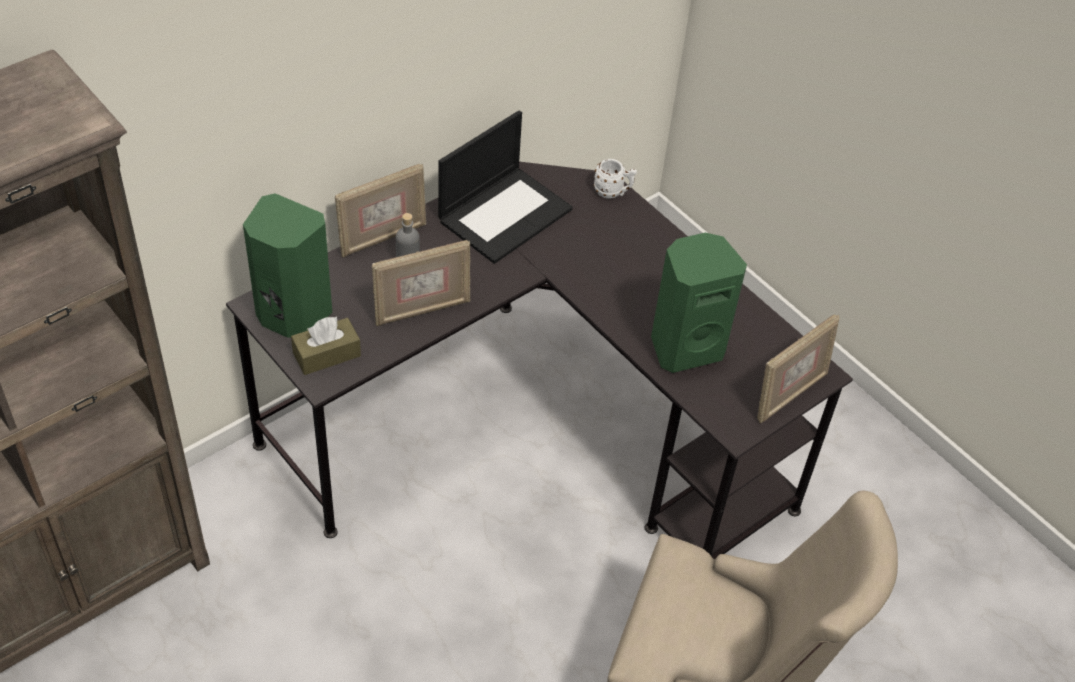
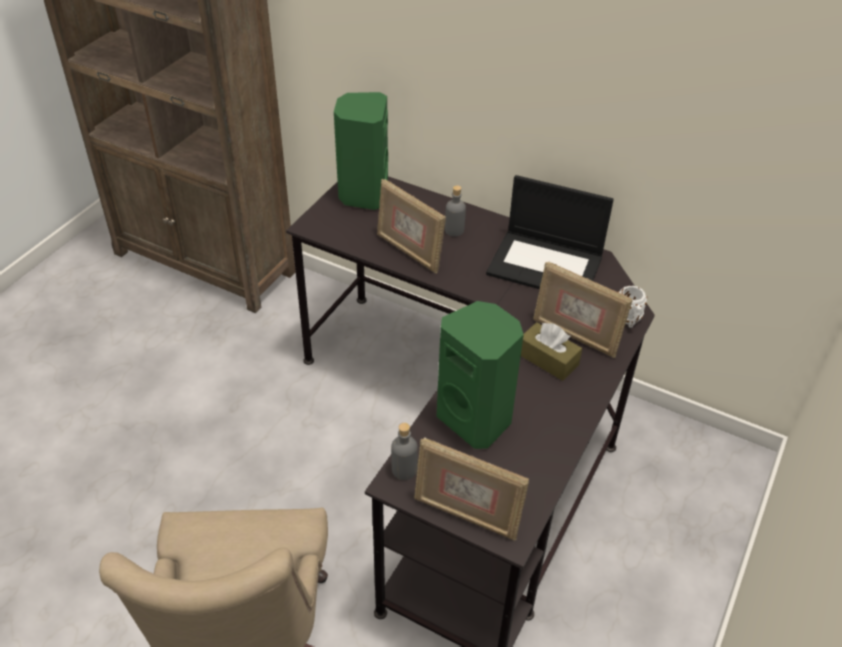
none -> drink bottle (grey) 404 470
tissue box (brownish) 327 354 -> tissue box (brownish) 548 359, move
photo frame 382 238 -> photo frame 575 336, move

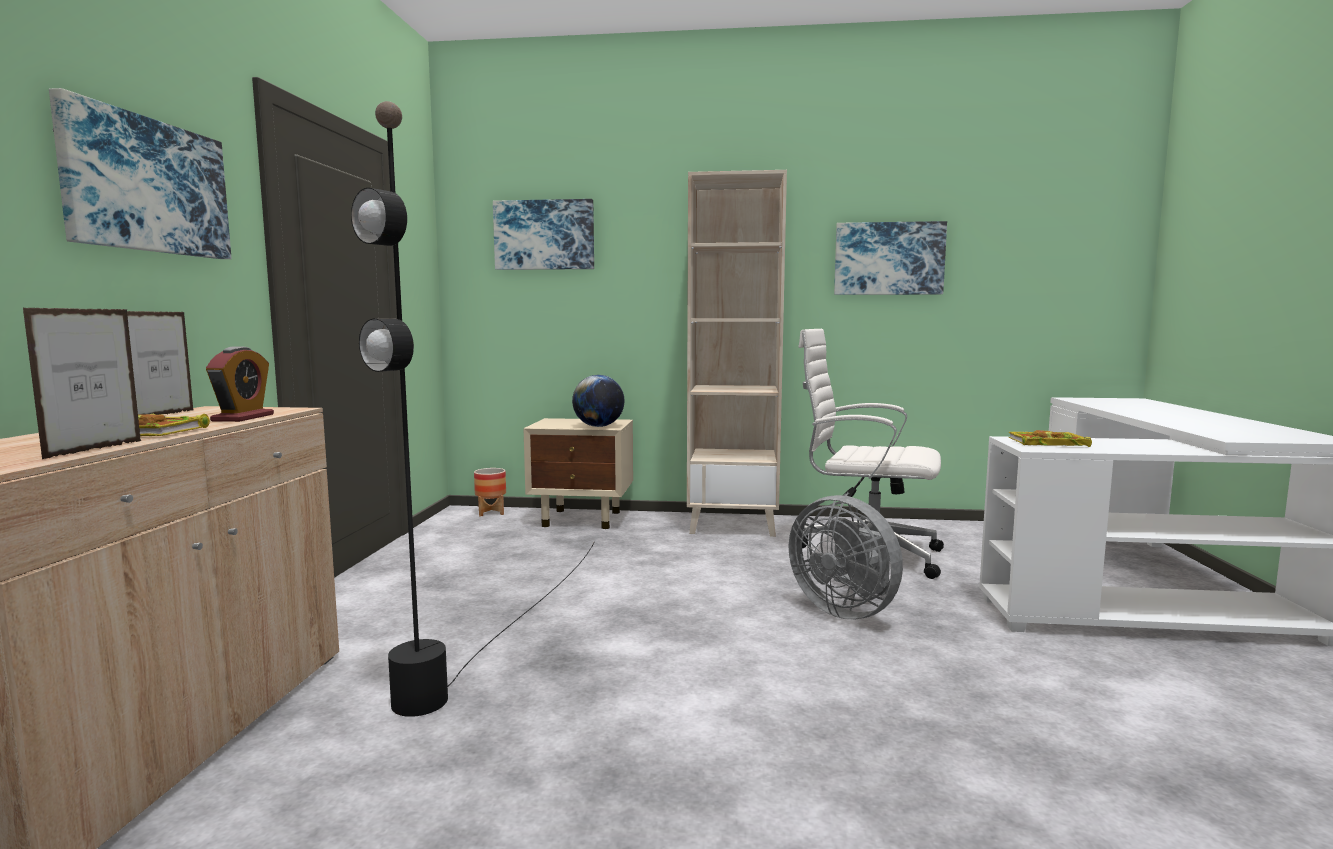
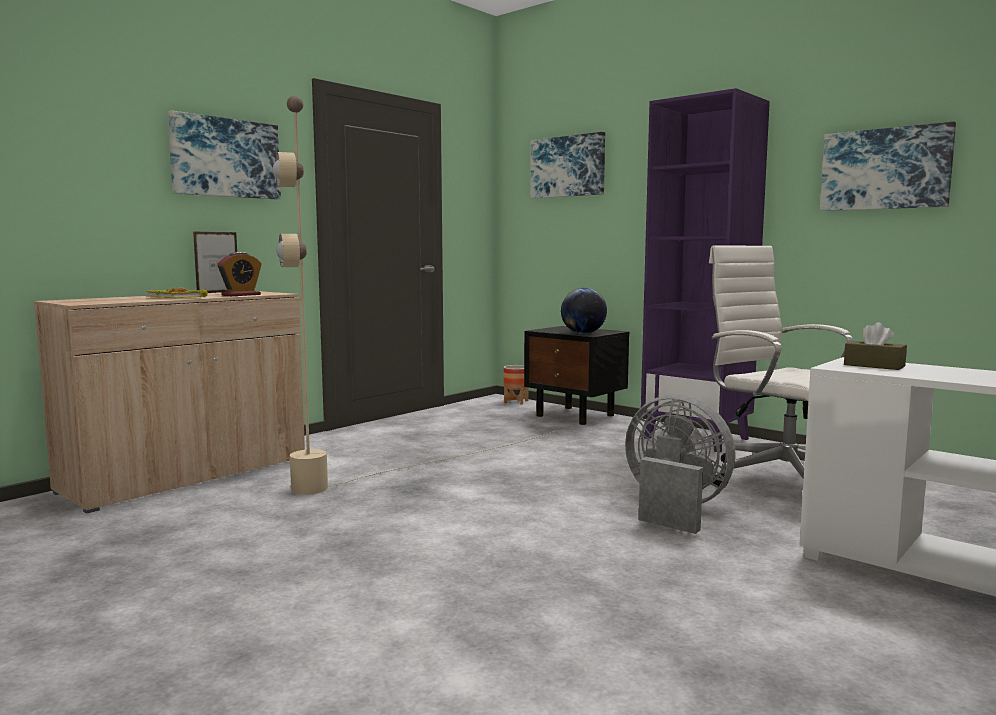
photo frame 95 449 -> none
book 1046 443 -> tissue box (brownish) 874 366
standard lamp (blackish) 493 639 -> standard lamp (sand-coloured) 394 470
bedside table (sand-coloured) 583 519 -> bedside table (blackish) 576 415
shelving unit (sand-coloured) 733 525 -> shelving unit (purple-coloured) 697 438
cooling fan (grey) 846 610 -> cooling fan (grey) 674 509, 135 degrees clockwise

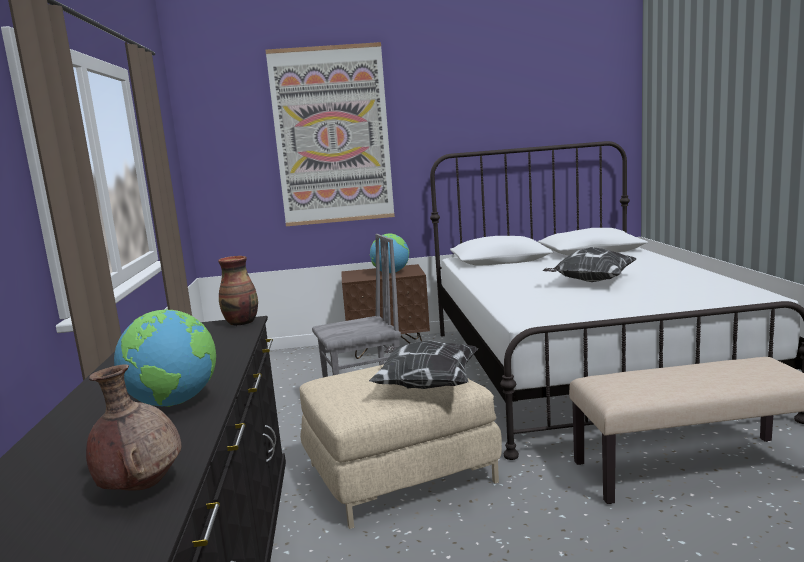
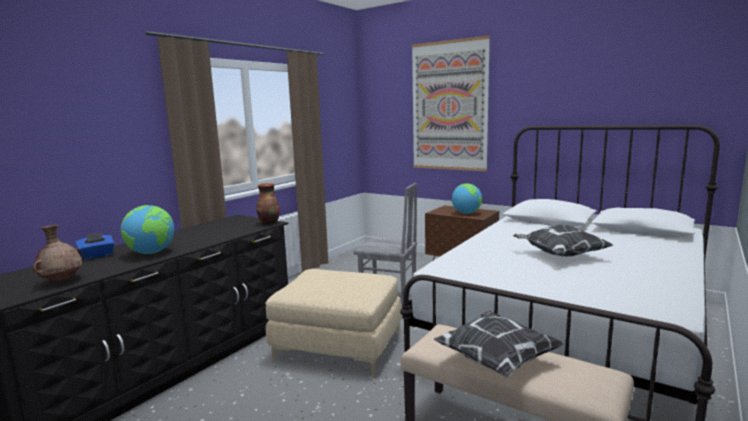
none -> tissue box (blue) 97 256
pillow 425 385 -> pillow 496 360, move

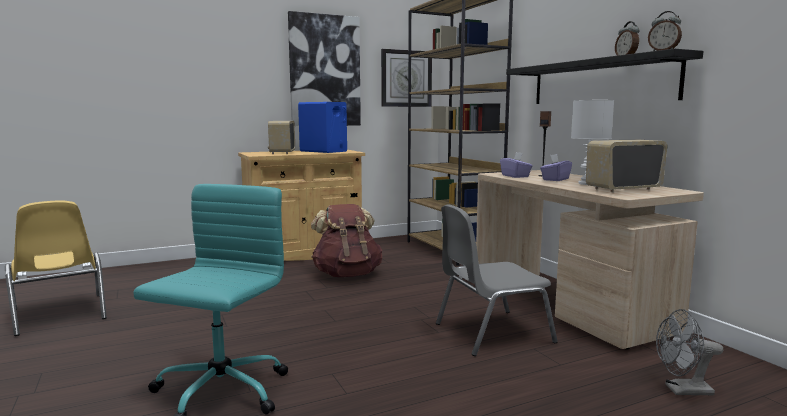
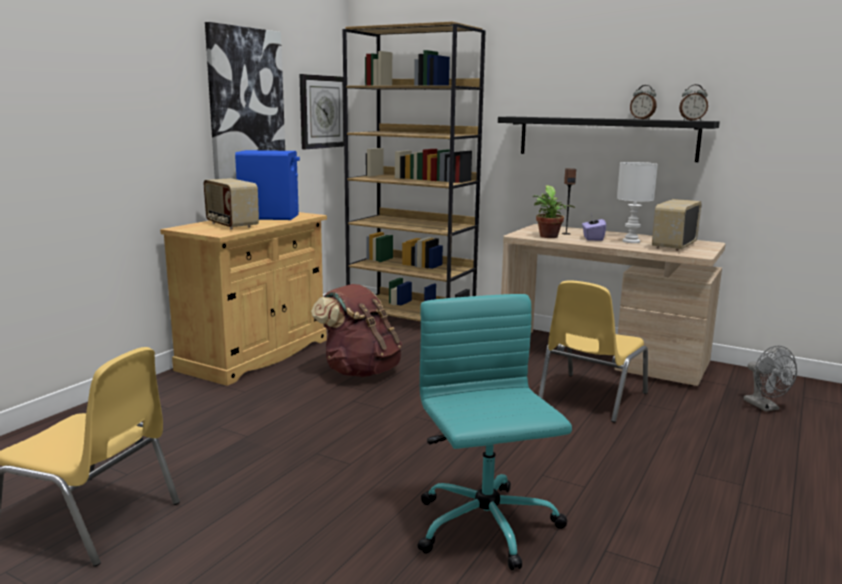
tissue box (purple-coloured) 515 176 -> houseplant 549 237
chair (grey) 491 332 -> chair (yellow) 590 398
cooling fan (grey) 682 390 -> cooling fan (grey) 765 407, 75 degrees counterclockwise

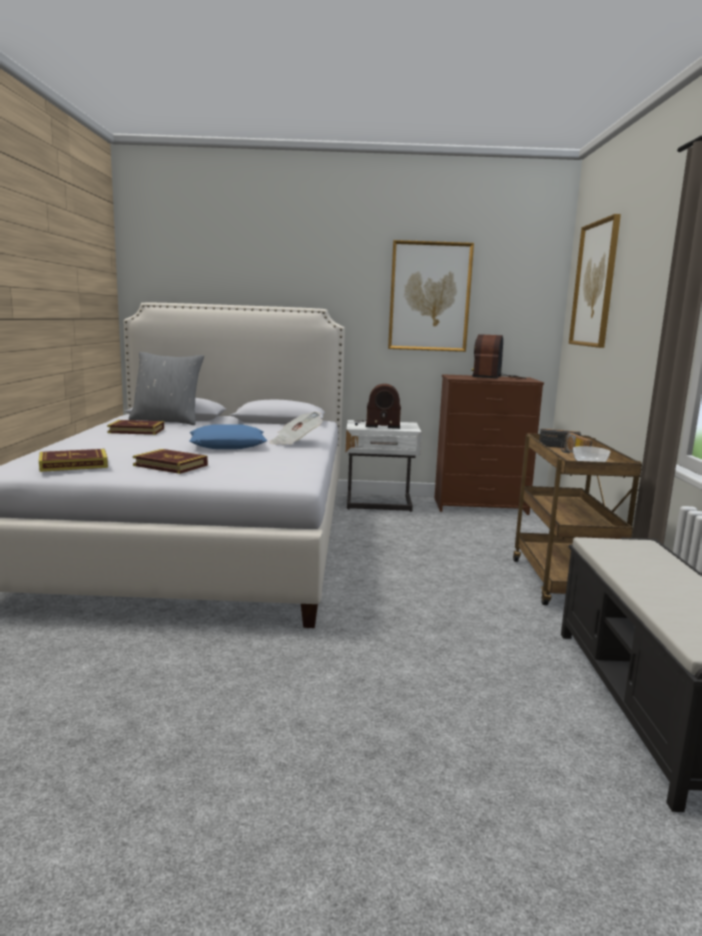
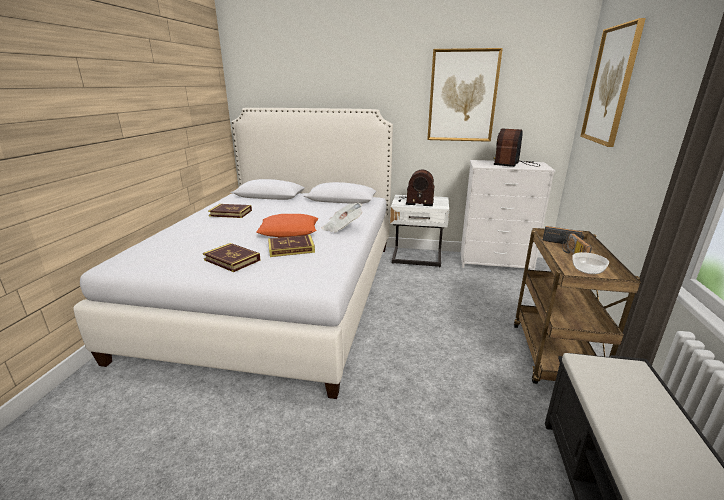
pillow (grey) 167 421 -> none
book 73 464 -> book 291 248, move
pillow (blue) 228 445 -> pillow (orange) 289 231
chest of drawers (brownish) 481 506 -> chest of drawers (whitish) 495 262

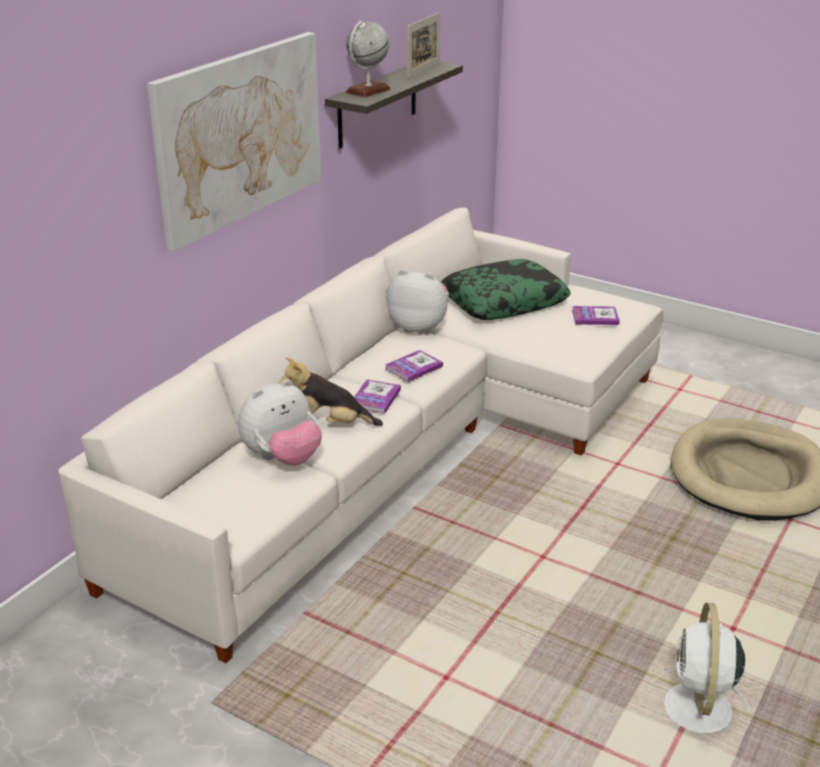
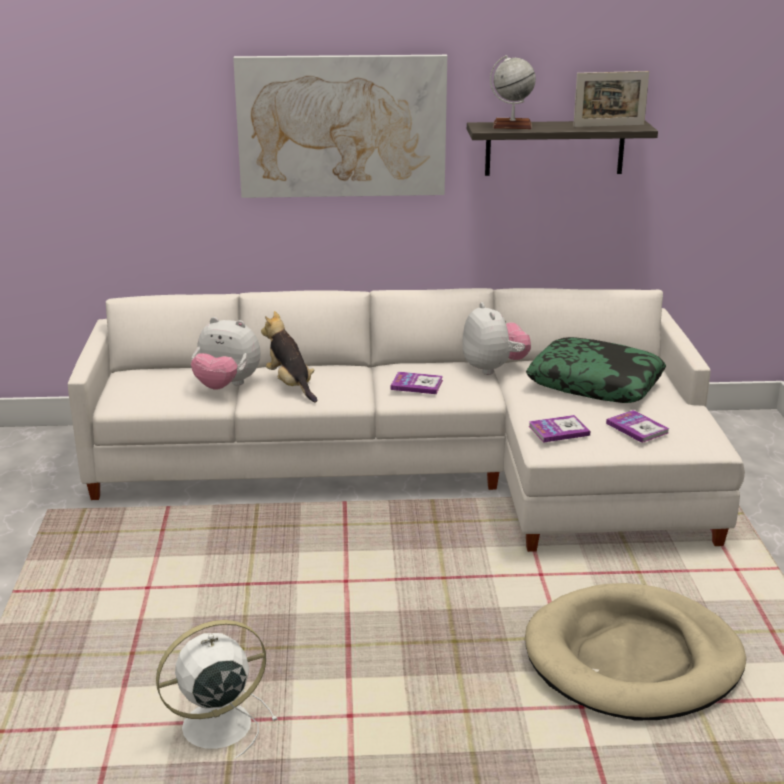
book 375 398 -> book 558 430, move

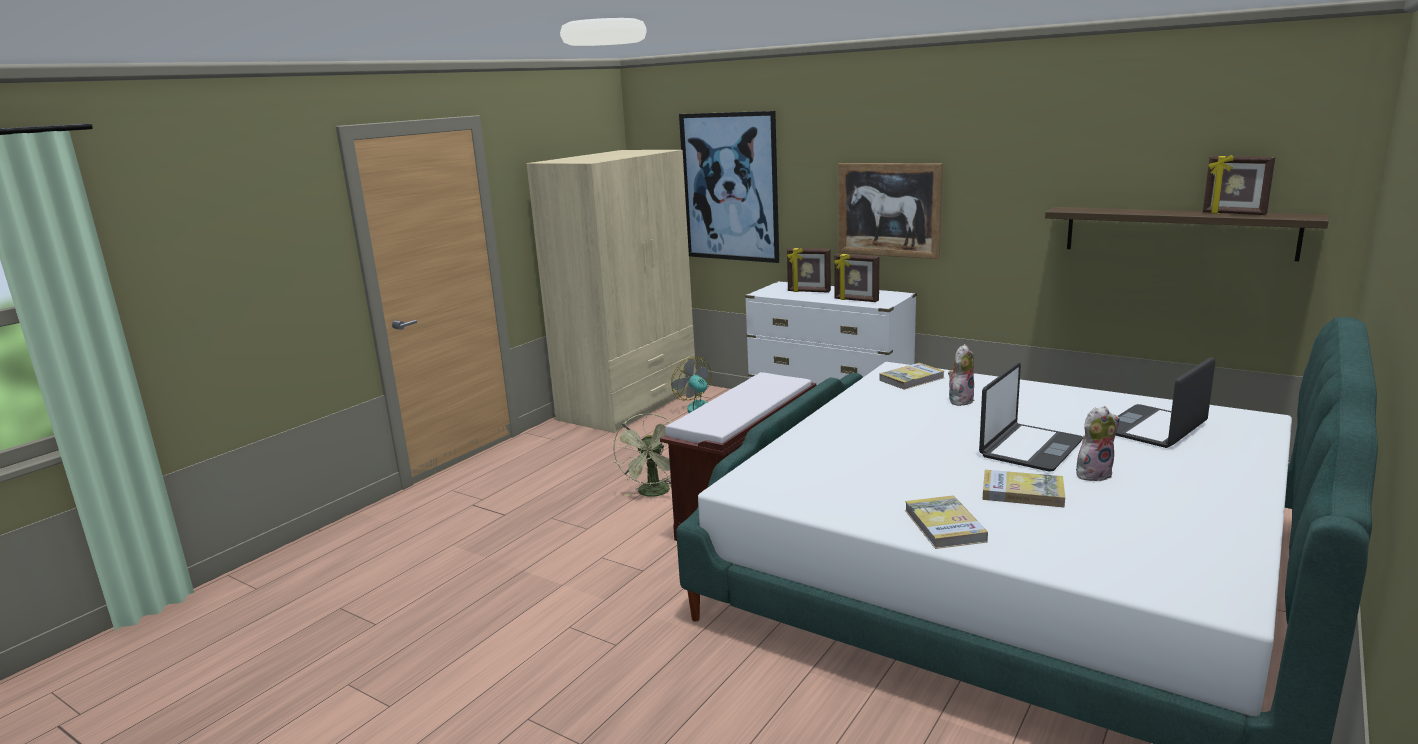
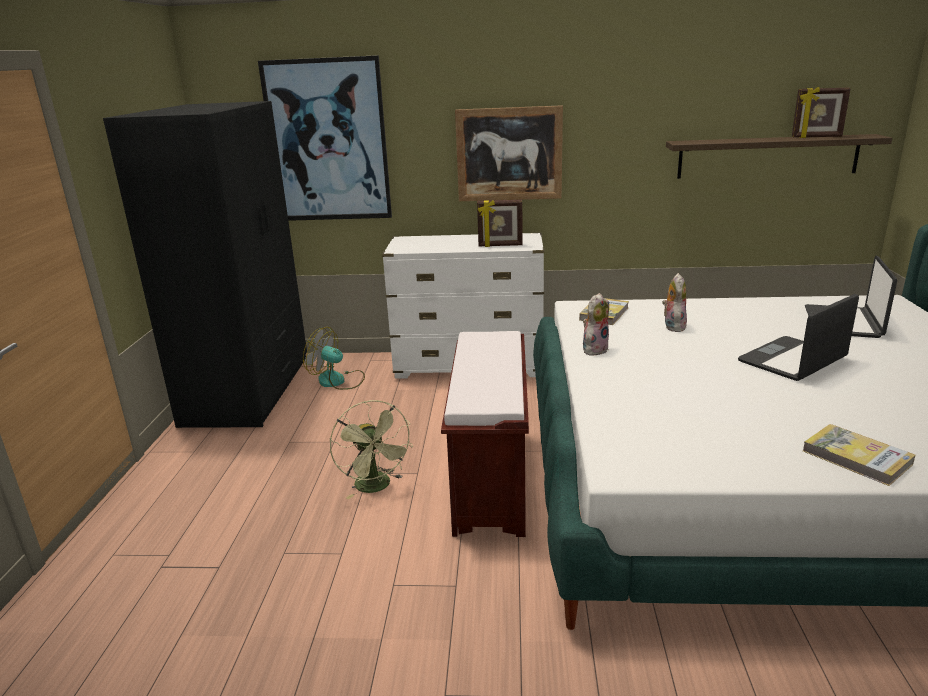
photo frame 809 291 -> none
book 1022 492 -> none
cuddly toy 1093 474 -> cuddly toy 594 349, move
clothes cupboard (sand-coloured) 630 404 -> clothes cupboard (blackish) 249 390
laptop 1029 448 -> laptop 793 360, 135 degrees counterclockwise

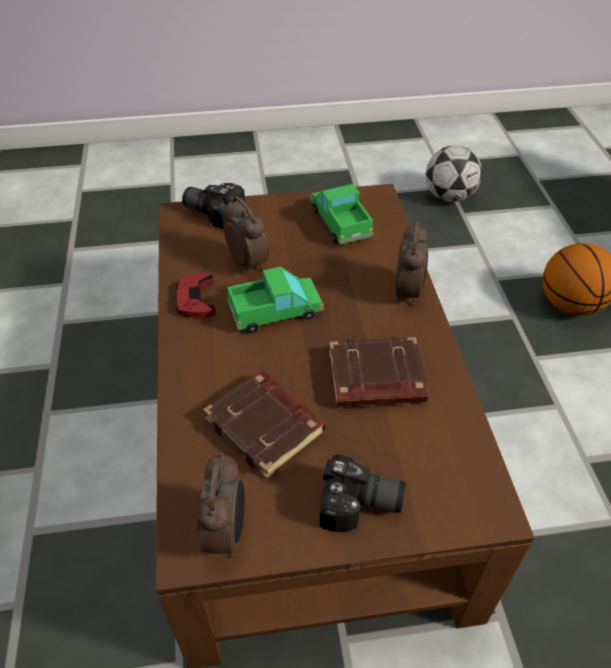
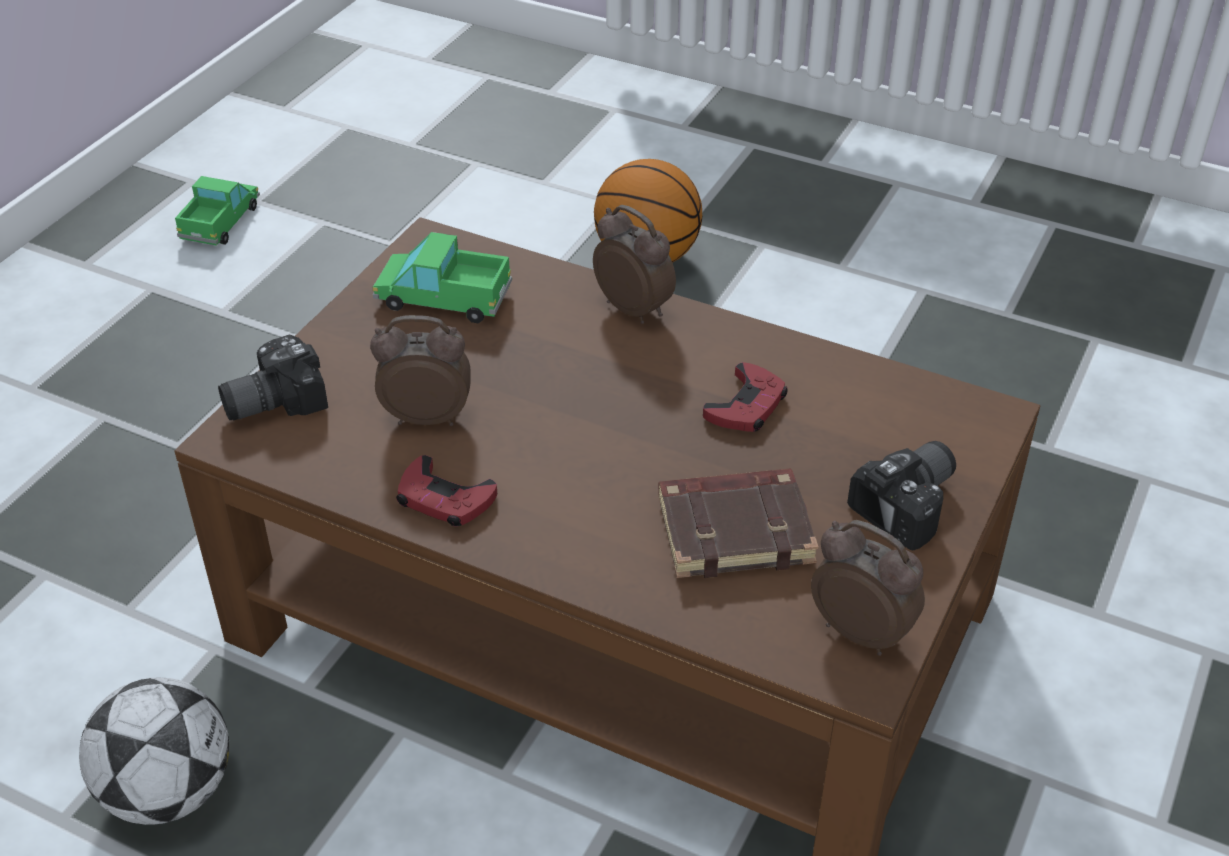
toy truck 275 311 -> toy truck 220 222, move
football 449 196 -> football 168 792, move
book (brownish) 375 379 -> joypad (red-coloured) 746 405

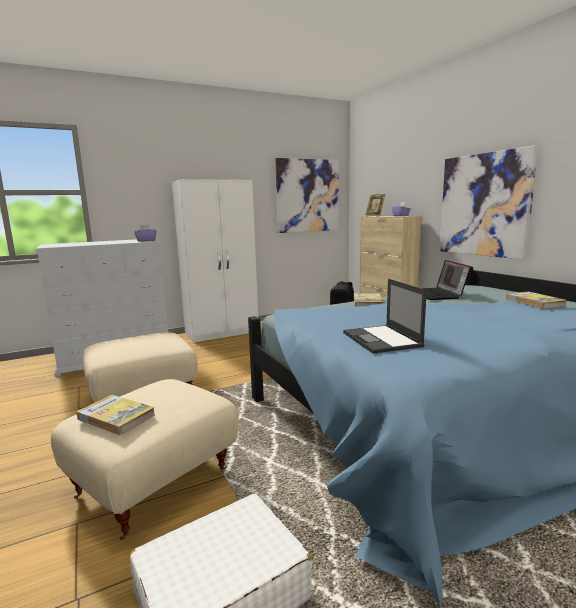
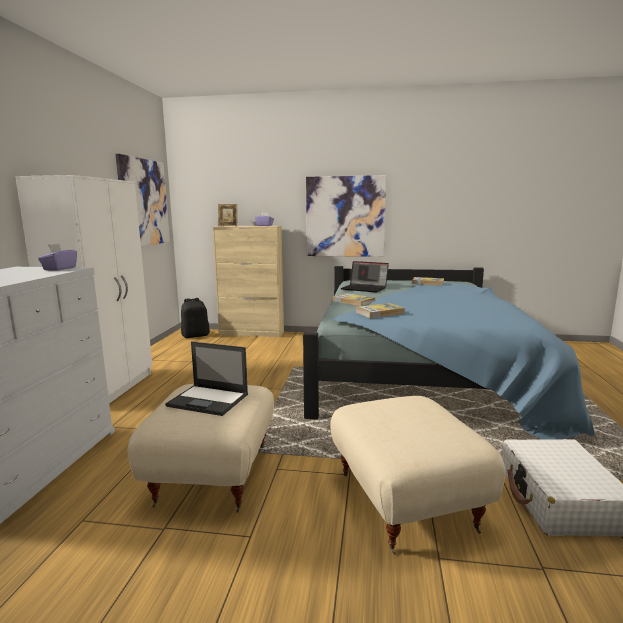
book 116 417 -> book 379 313, move
laptop 382 339 -> laptop 209 400, move

